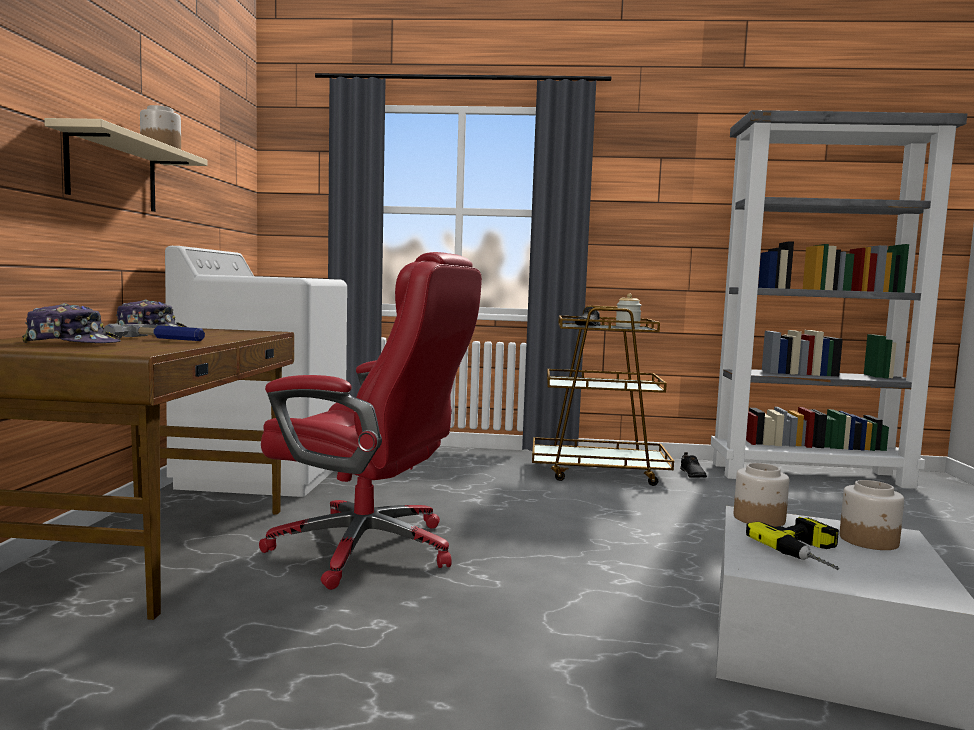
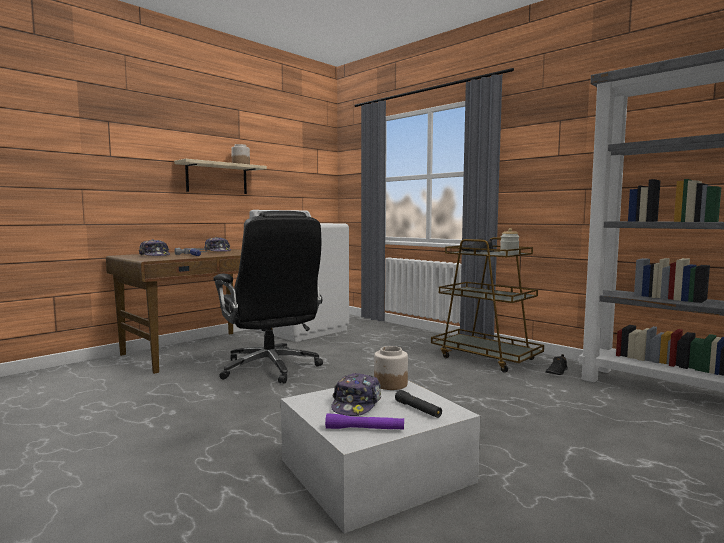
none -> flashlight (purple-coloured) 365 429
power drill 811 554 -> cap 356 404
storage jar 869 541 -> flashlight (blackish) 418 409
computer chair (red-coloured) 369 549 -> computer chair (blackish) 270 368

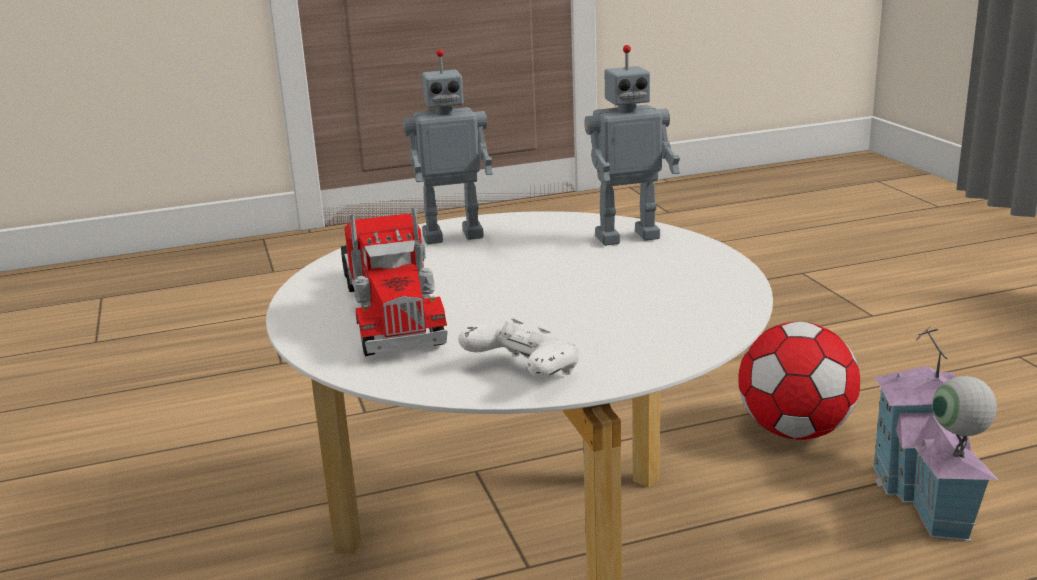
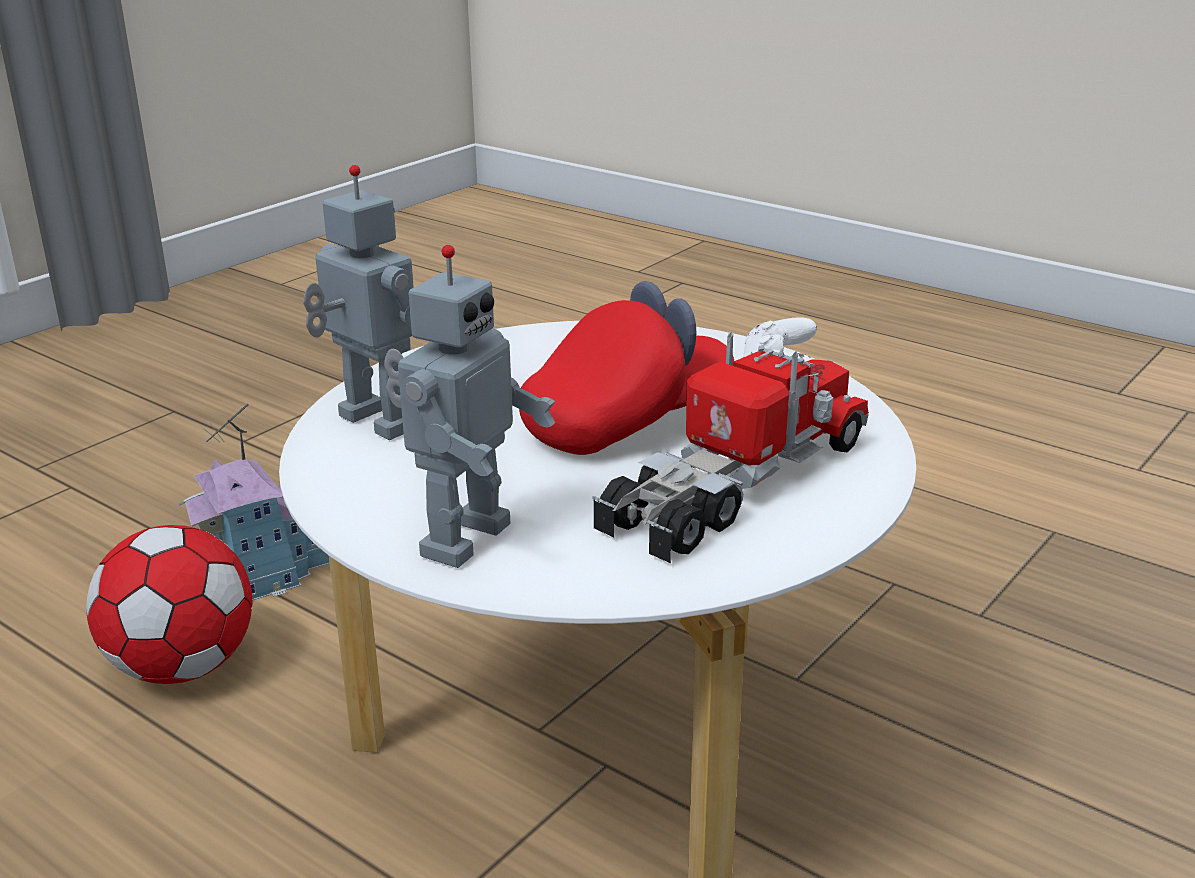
none -> cap (red-coloured) 627 421
toy robot 452 236 -> toy robot 461 538, 75 degrees clockwise

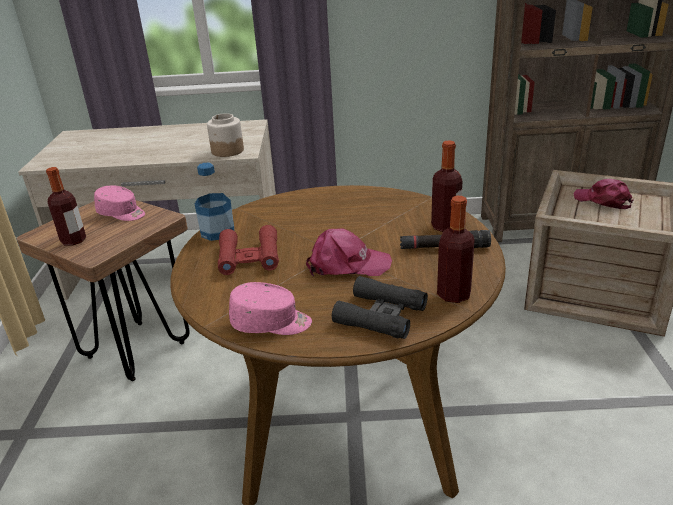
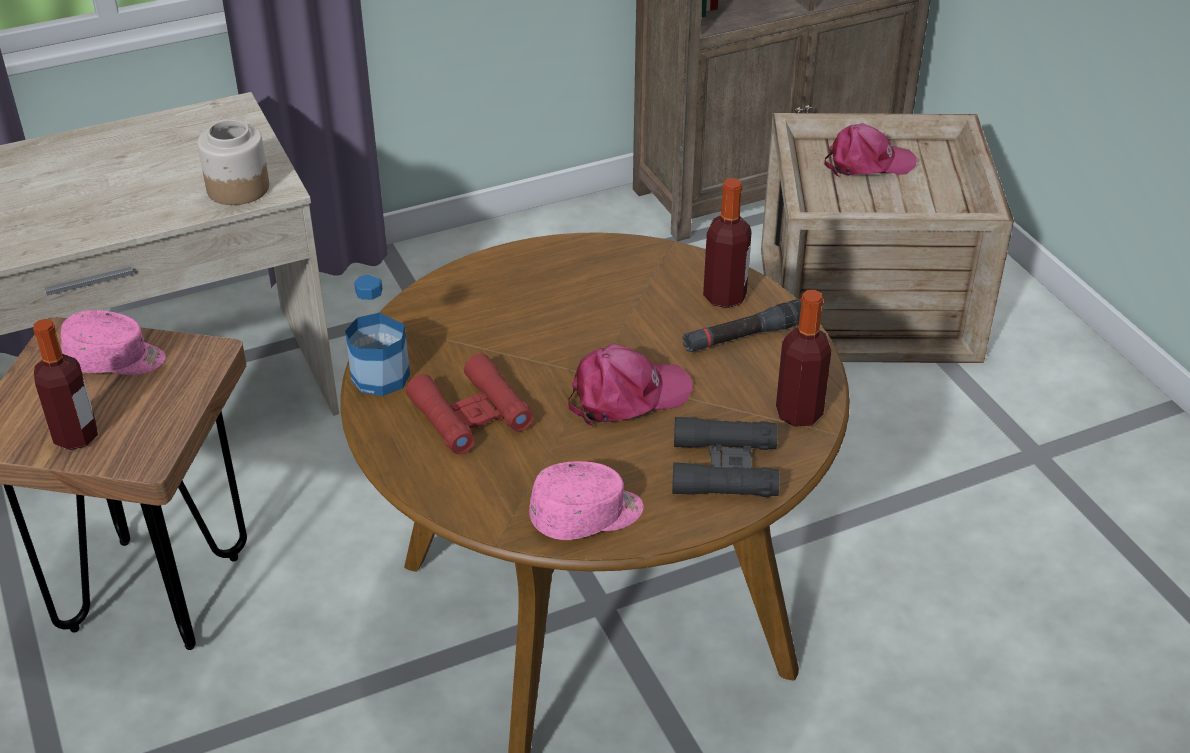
cap (pink) 603 201 -> cap (pink) 867 163, 150 degrees clockwise

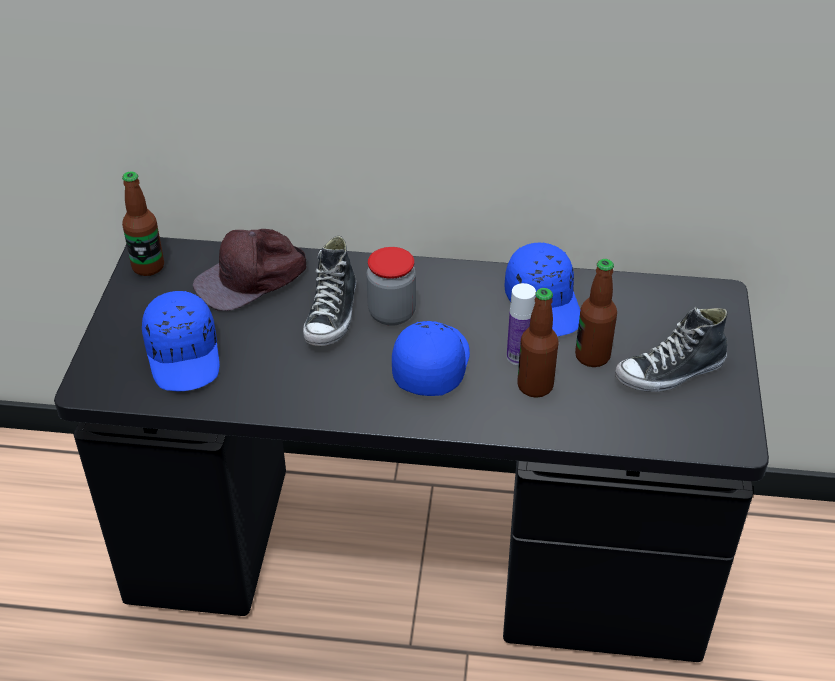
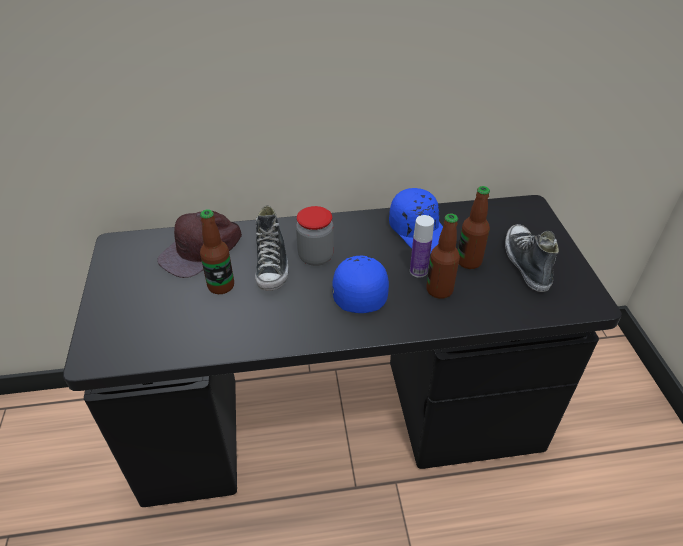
cap (blue) 185 355 -> none
drink bottle 148 267 -> drink bottle 221 286, move
item of footwear 670 373 -> item of footwear 526 263, 120 degrees clockwise

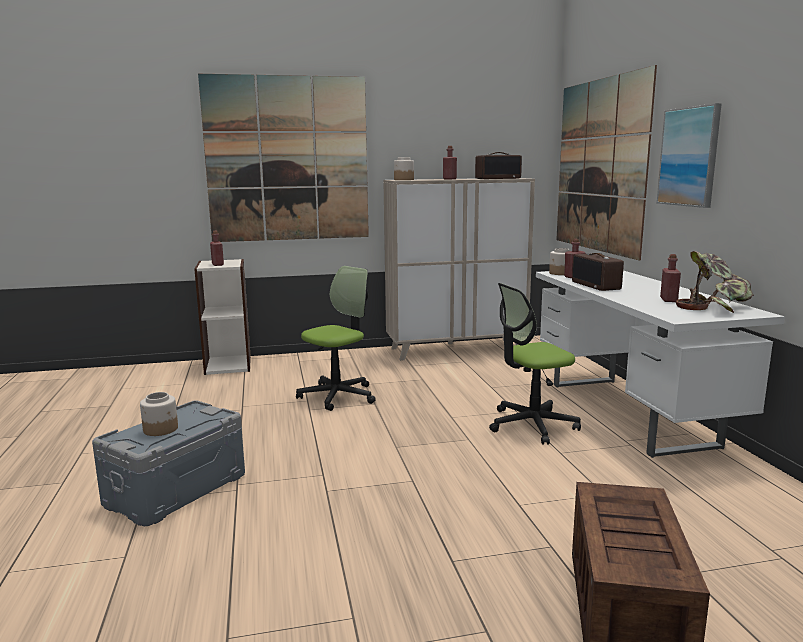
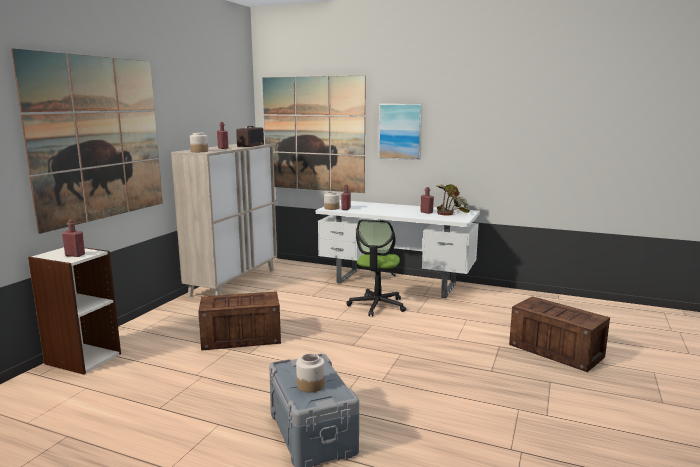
radio set 596 285 -> none
computer chair 338 396 -> packing crate 242 338

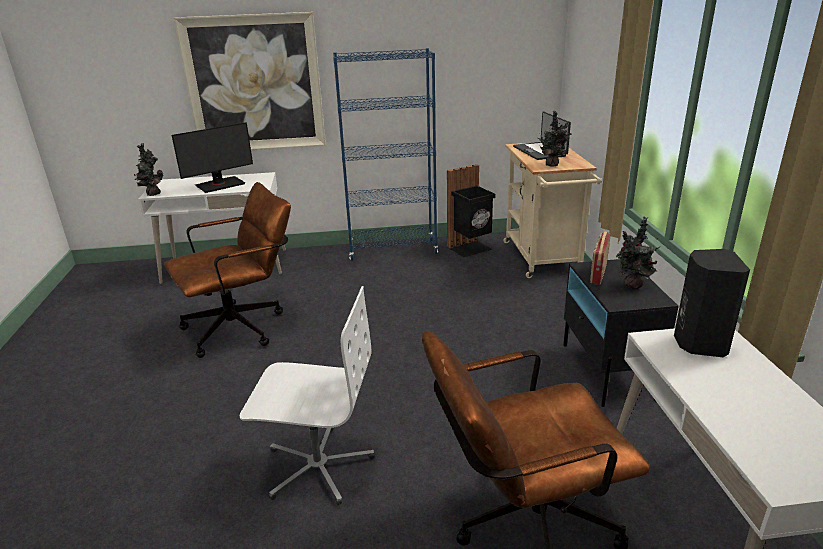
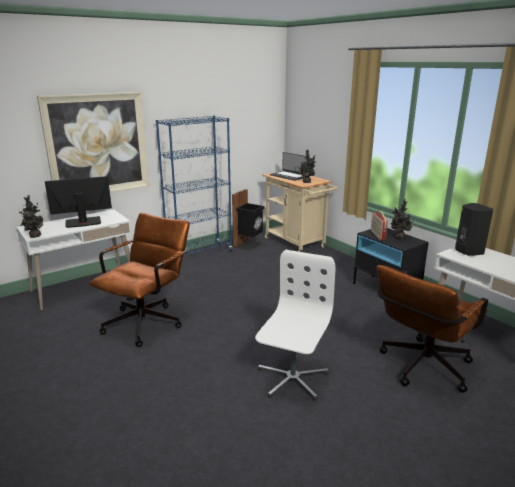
monitor 220 185 -> monitor 83 222, 135 degrees counterclockwise
computer chair (whitish) 318 465 -> computer chair (whitish) 292 379, 45 degrees counterclockwise

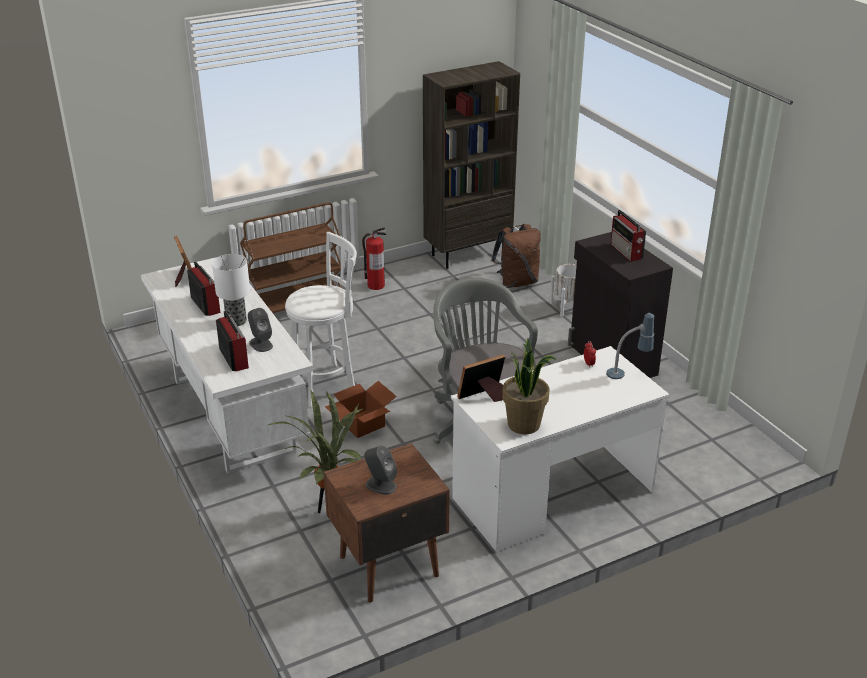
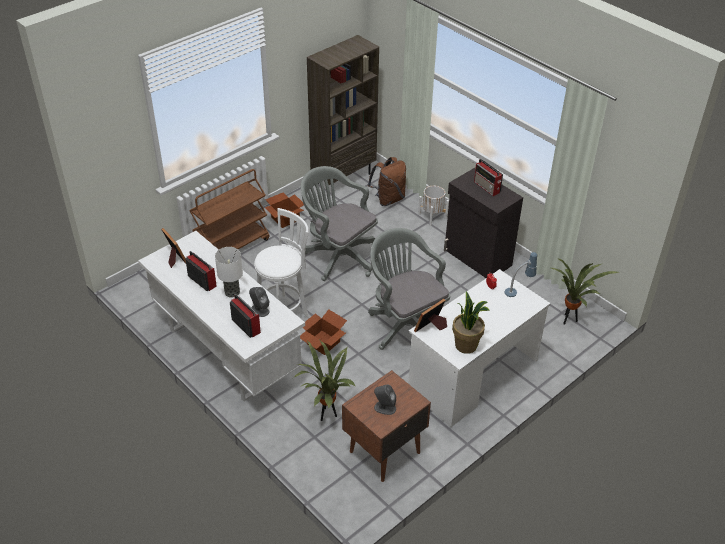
none -> computer chair (grey) 338 256
none -> houseplant 569 320
extinguisher 375 285 -> cardboard box 285 218

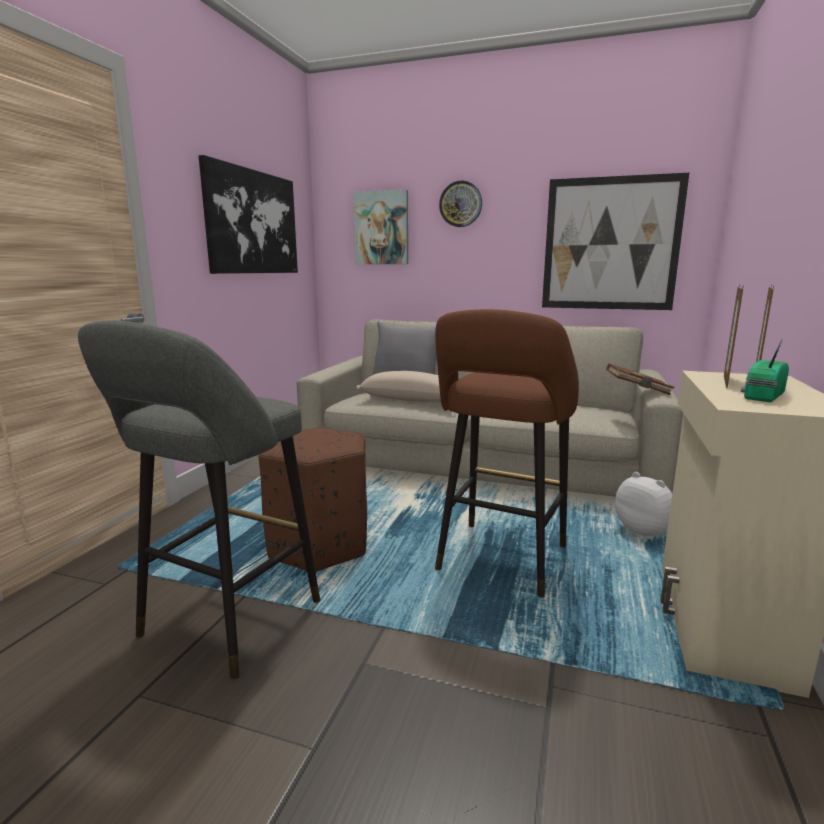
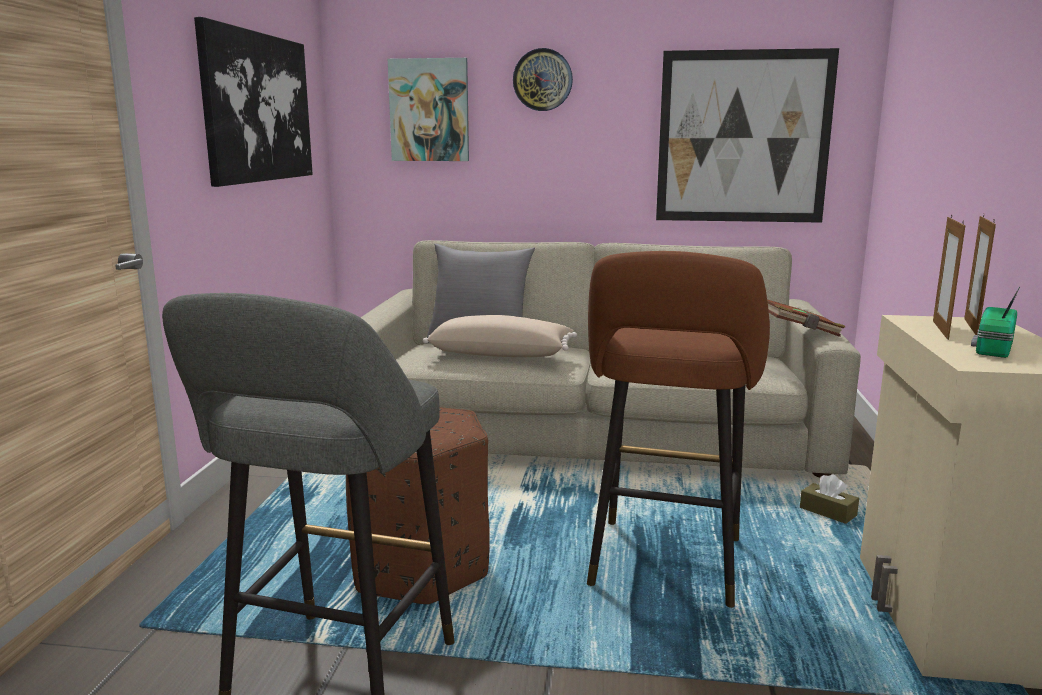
cuddly toy 646 532 -> tissue box (brownish) 827 513

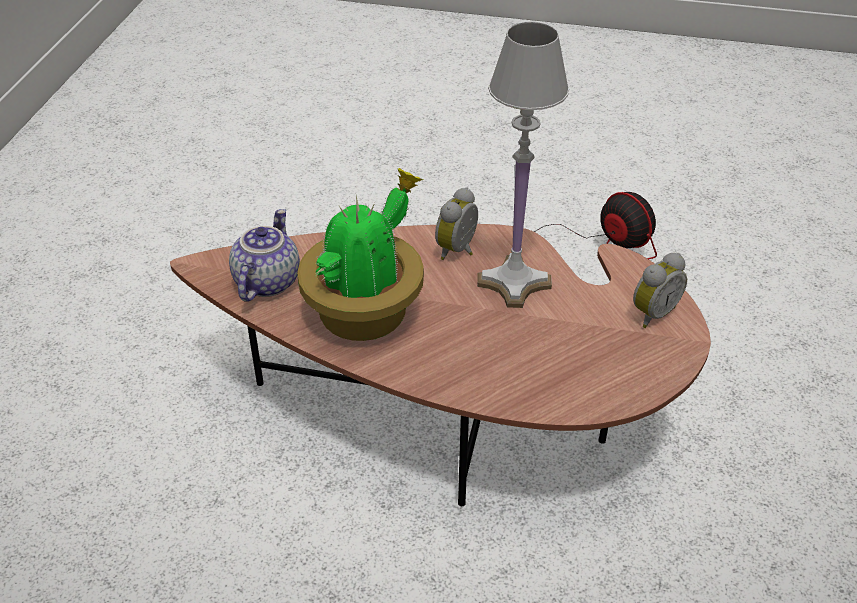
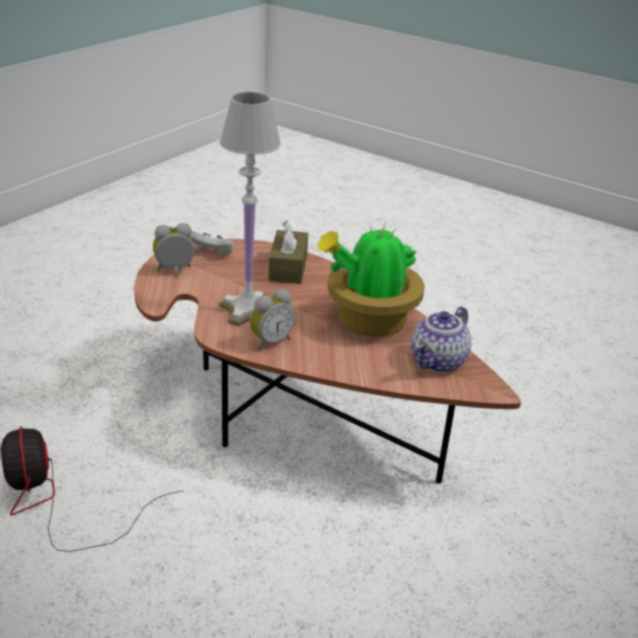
none -> joypad (whitish) 213 253
none -> tissue box (brownish) 288 268

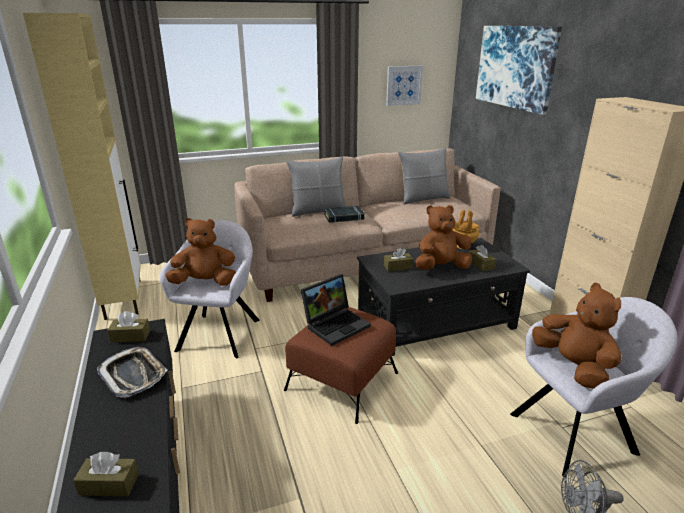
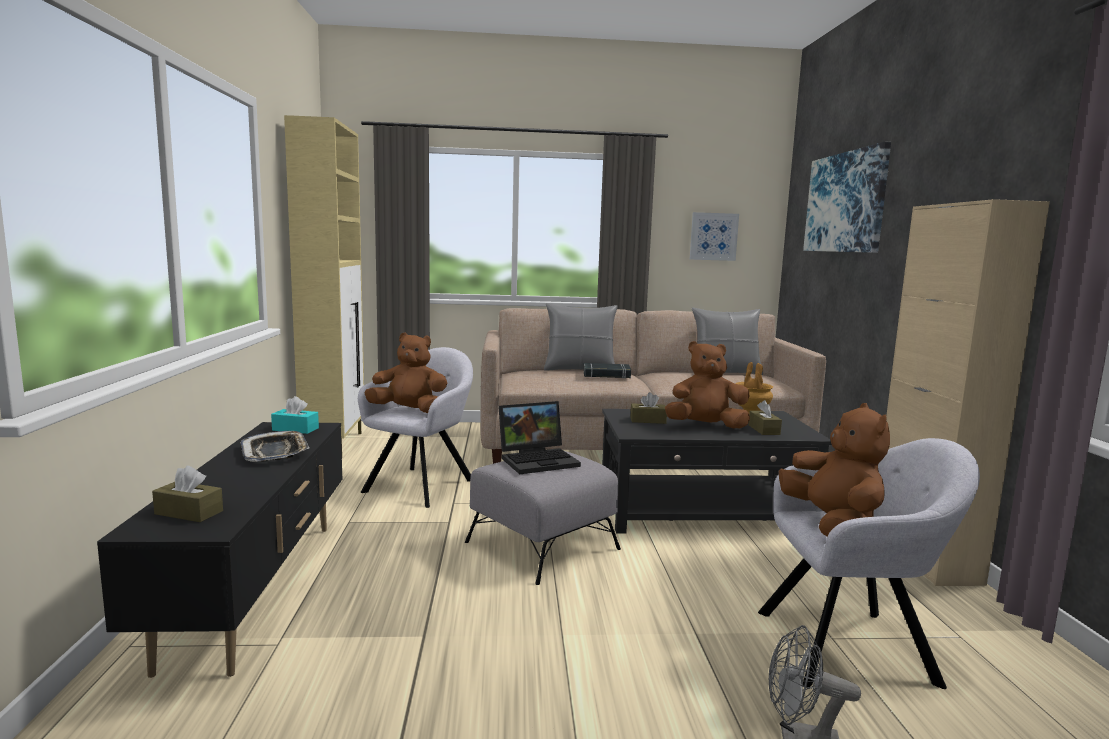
tissue box (brownish) 130 336 -> tissue box (blue-green) 295 429
ottoman (brownish) 342 381 -> ottoman (grey) 543 545

